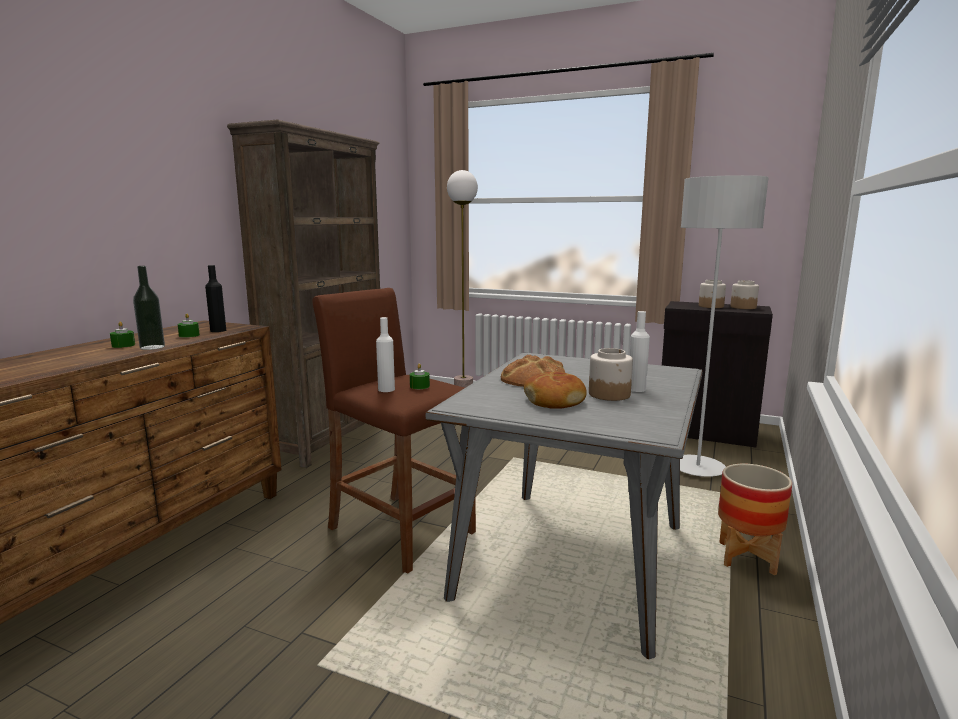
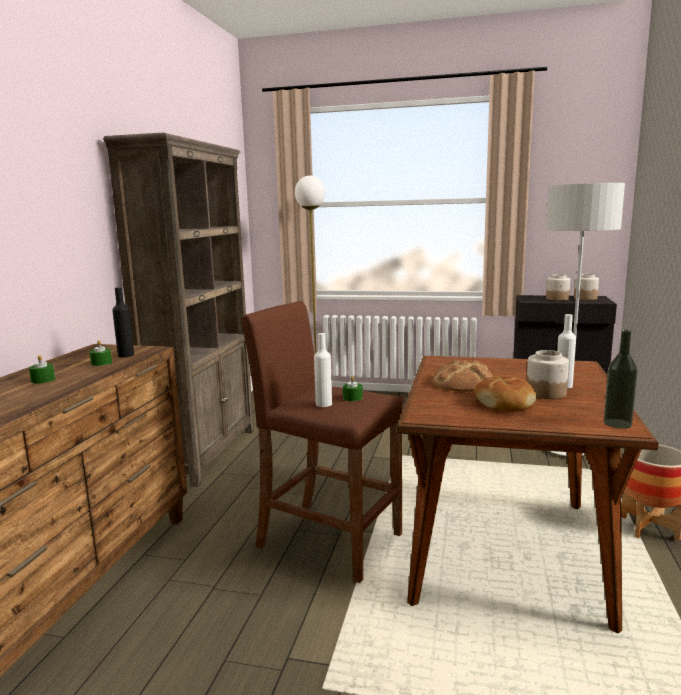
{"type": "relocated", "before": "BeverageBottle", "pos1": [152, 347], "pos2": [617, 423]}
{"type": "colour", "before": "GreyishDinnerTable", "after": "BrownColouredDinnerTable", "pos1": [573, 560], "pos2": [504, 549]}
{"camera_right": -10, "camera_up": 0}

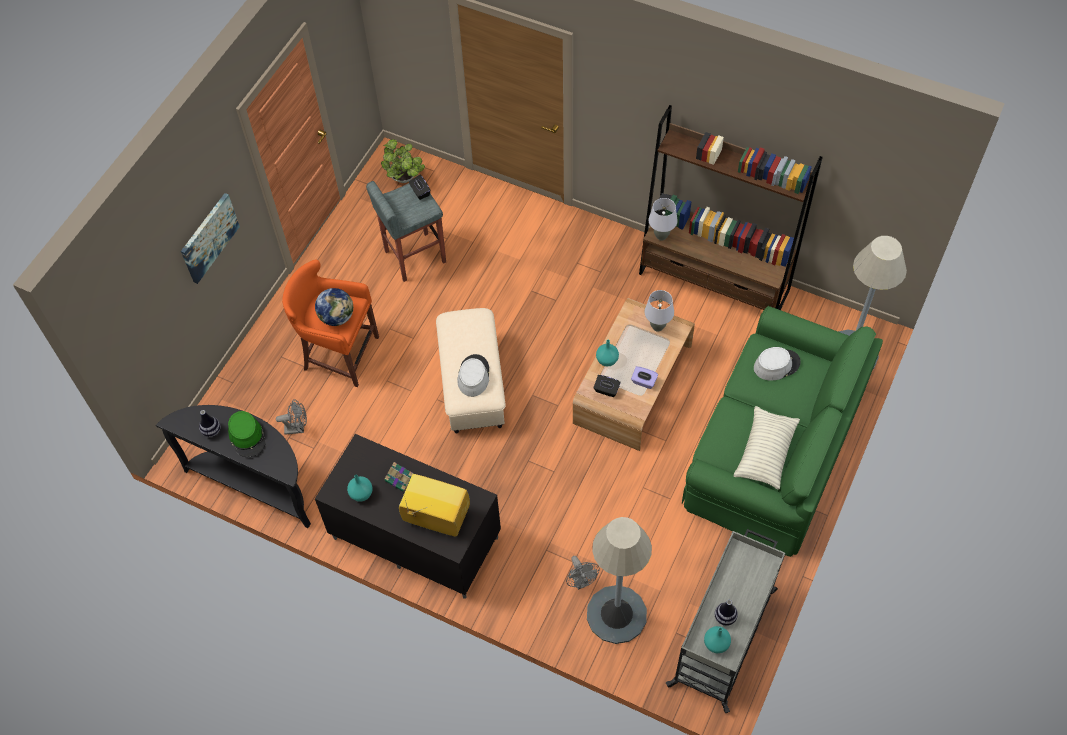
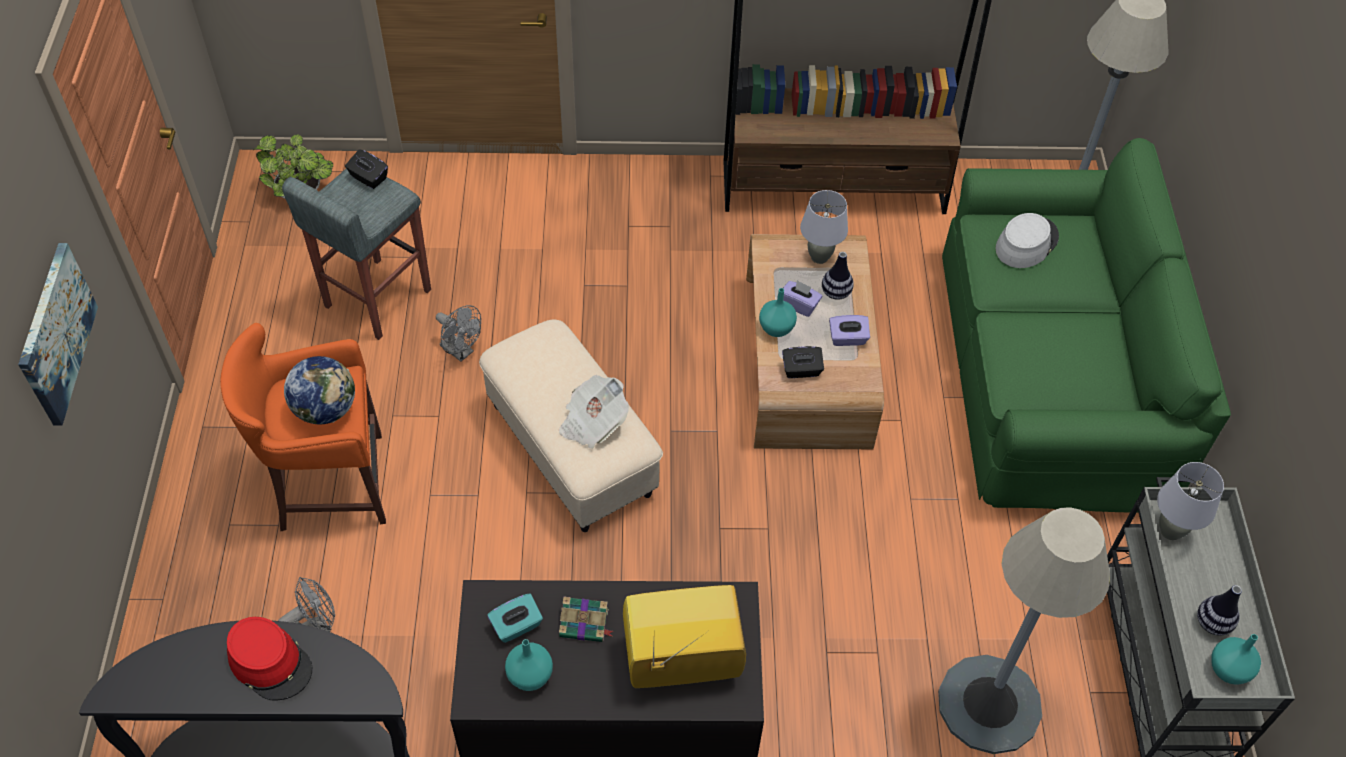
{"type": "relocated", "before": "GreyishTableLamp", "pos1": [661, 236], "pos2": [1170, 531]}
{"type": "exchanged", "before": "GreyishHat", "after": "DailyPaper", "pos1": [473, 376], "pos2": [592, 422]}
{"type": "missing", "before": "ThrowPillow", "pos1": [765, 453]}
{"type": "relocated", "before": "DecorativeVase", "pos1": [211, 431], "pos2": [835, 293]}
{"type": "colour", "before": "GreenishHat", "after": "RedHat", "pos1": [247, 437], "pos2": [270, 662]}
{"type": "relocated", "before": "GreyishFan", "pos1": [581, 582], "pos2": [461, 351]}
{"type": "appeared", "after": "PurpleColouredTissueBox", "pos2": [799, 305]}
{"type": "appeared", "after": "TurquoiseTissueBox", "pos2": [516, 626]}
{"camera_right": -30, "camera_up": -5}

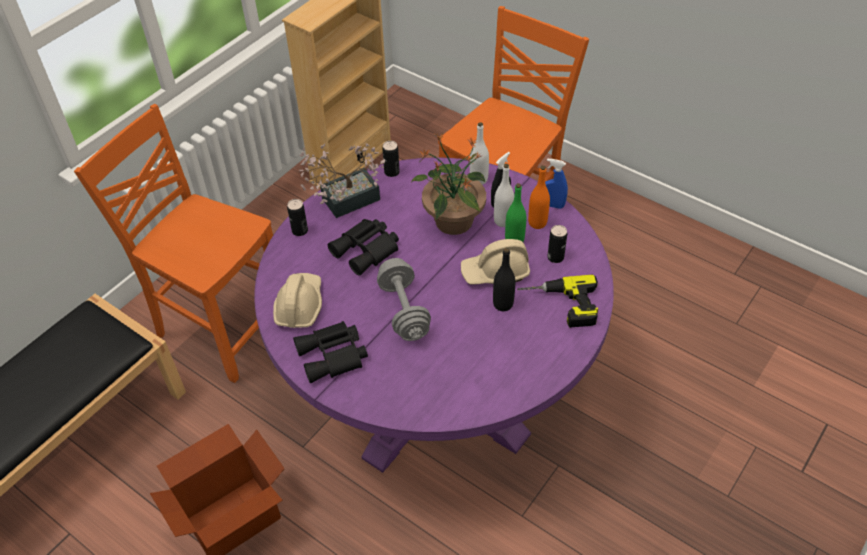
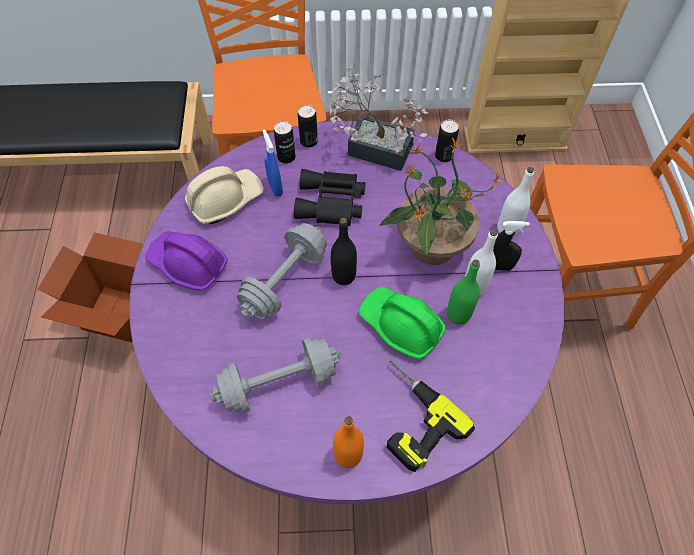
{"type": "relocated", "before": "BlueColouredSprayBottle", "pos1": [552, 205], "pos2": [275, 187]}
{"type": "relocated", "before": "OrangeyBeverageBottle", "pos1": [537, 223], "pos2": [348, 455]}
{"type": "relocated", "before": "SealedCan", "pos1": [555, 257], "pos2": [286, 157]}
{"type": "colour", "before": "SandColouredSafetyHelmet", "after": "GreenishSafetyHelmet", "pos1": [495, 272], "pos2": [400, 326]}
{"type": "relocated", "before": "BlackishBeverageBottle", "pos1": [503, 304], "pos2": [343, 276]}
{"type": "exchanged", "before": "BlackishBinoculars", "after": "PurpleColouredSafetyHelmet", "pos1": [333, 356], "pos2": [188, 264]}
{"type": "appeared", "after": "GreyishFreeWeight", "pos2": [278, 383]}
{"camera_right": 50, "camera_up": 10}

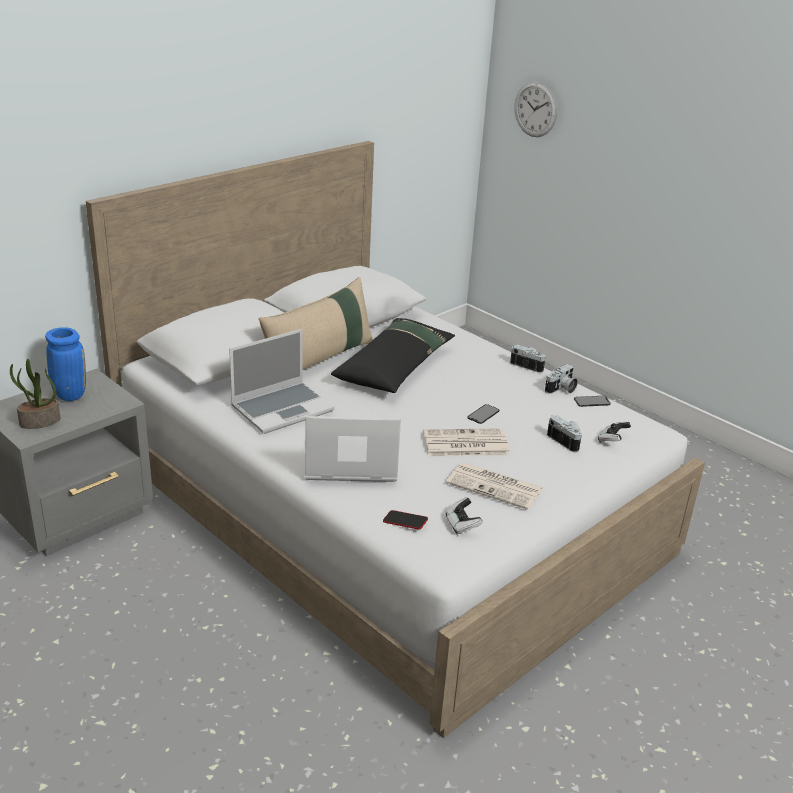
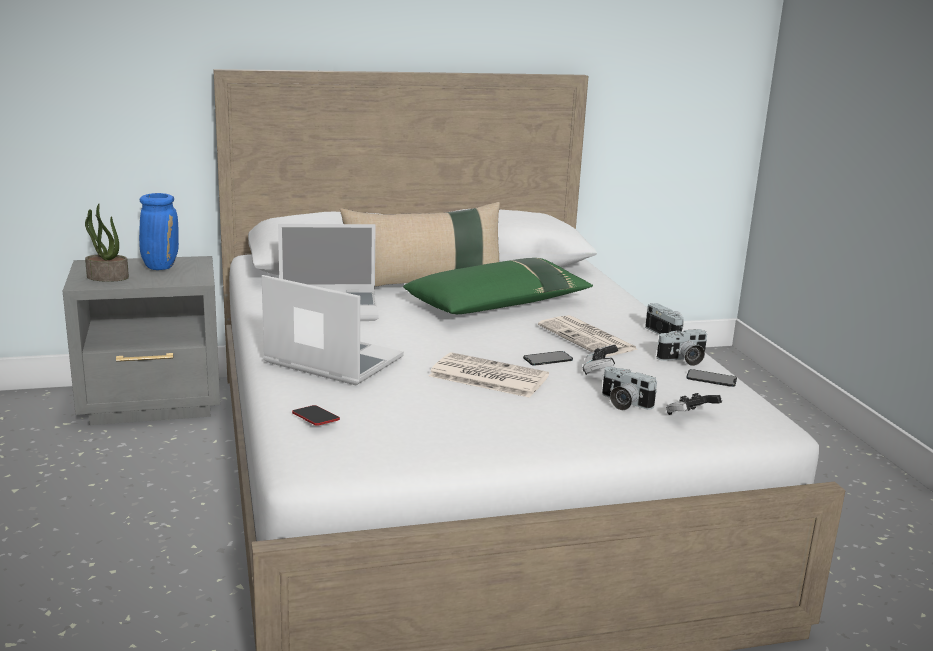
{"type": "missing", "before": "HangingClock", "pos1": [535, 109]}
{"type": "colour", "before": "BlackishThrowPillow", "after": "GreenishThrowPillow", "pos1": [395, 367], "pos2": [499, 304]}
{"type": "spun", "before": "StillCamera", "pos1": [566, 441], "pos2": [623, 403], "turn": 135}
{"type": "relocated", "before": "DailyPaper", "pos1": [496, 486], "pos2": [588, 338]}
{"type": "relocated", "before": "Gamepad", "pos1": [462, 525], "pos2": [599, 371]}
{"camera_right": 30, "camera_up": -10}

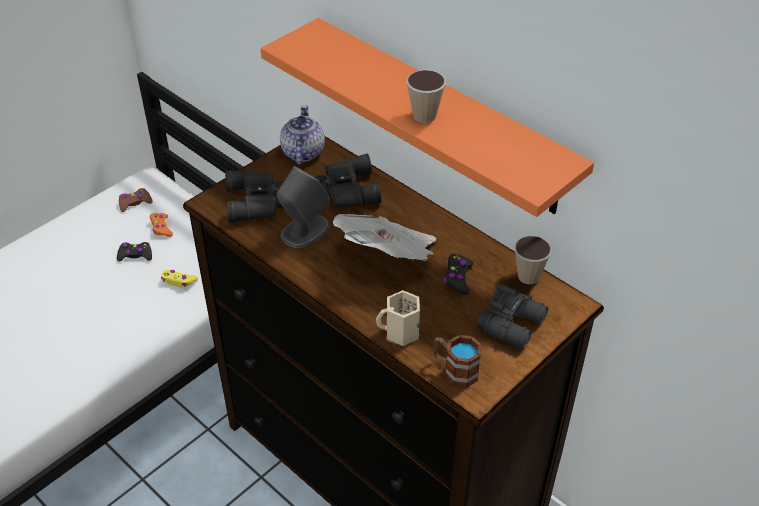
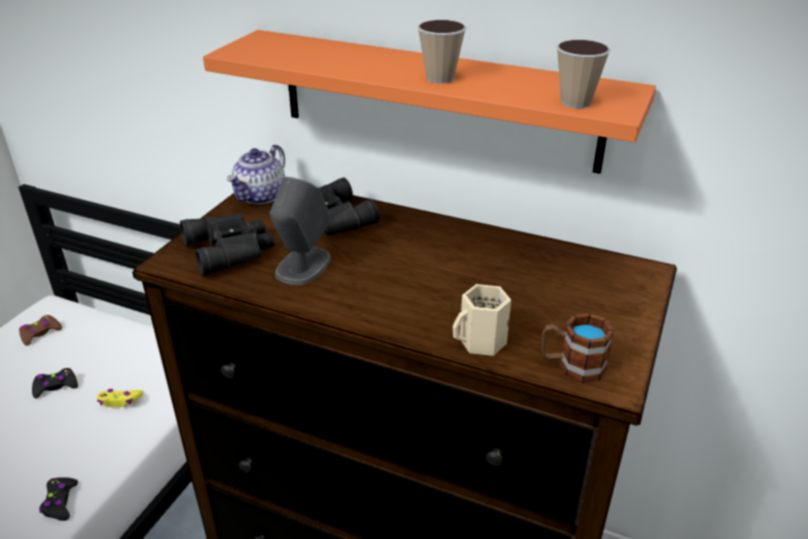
{"type": "spun", "before": "Teapot", "pos1": [302, 152], "pos2": [261, 196], "turn": -135}
{"type": "missing", "before": "OrangeyGamepad", "pos1": [161, 228]}
{"type": "missing", "before": "DailyPaper", "pos1": [388, 256]}
{"type": "relocated", "before": "SmallCup", "pos1": [528, 276], "pos2": [575, 102]}
{"type": "relocated", "before": "BlackishGamepad", "pos1": [458, 277], "pos2": [60, 502]}
{"type": "missing", "before": "BlackishBinoculars", "pos1": [513, 324]}
{"camera_right": -20, "camera_up": -10}

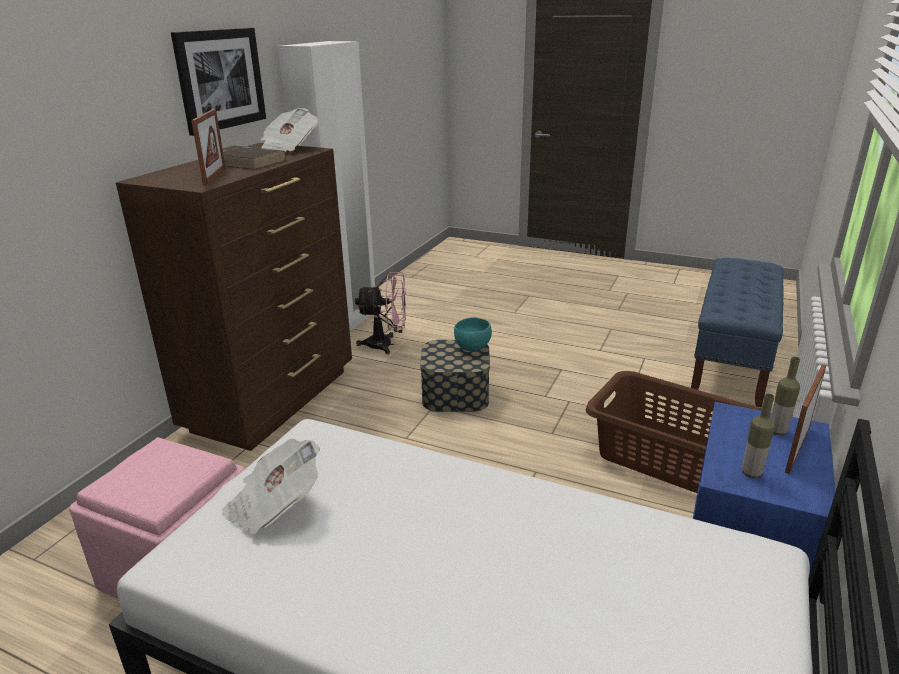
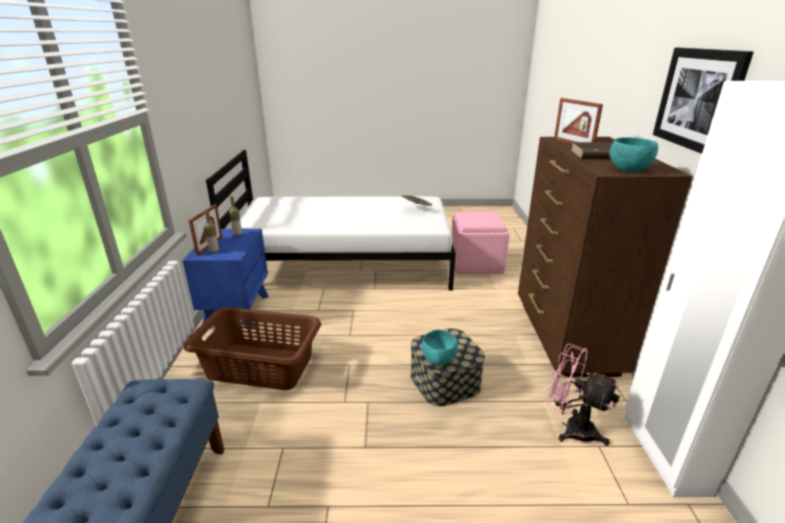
{"type": "exchanged", "before": "DailyPaper", "after": "TurquoiseServingBowl", "pos1": [288, 149], "pos2": [628, 170]}
{"type": "spun", "before": "PinkColouredFan", "pos1": [386, 345], "pos2": [571, 427], "turn": 60}
{"camera_right": 155, "camera_up": 0}

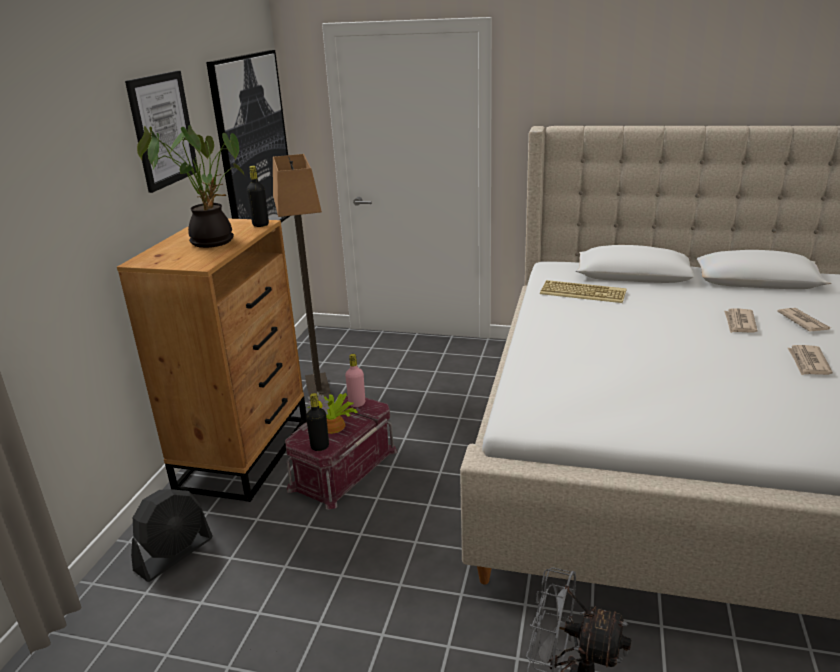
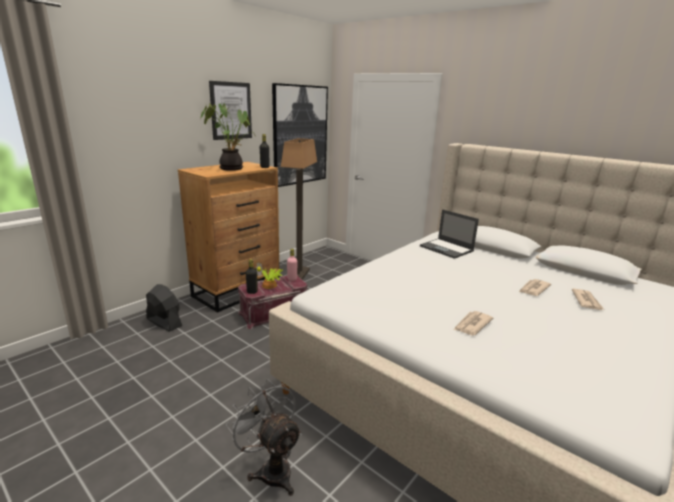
{"type": "exchanged", "before": "PcKeyboard", "after": "NotebookComputer", "pos1": [583, 292], "pos2": [447, 249]}
{"type": "relocated", "before": "DailyPaper", "pos1": [808, 362], "pos2": [472, 325]}
{"type": "spun", "before": "BlackishFan", "pos1": [174, 554], "pos2": [164, 322], "turn": -120}
{"camera_right": 25, "camera_up": -5}

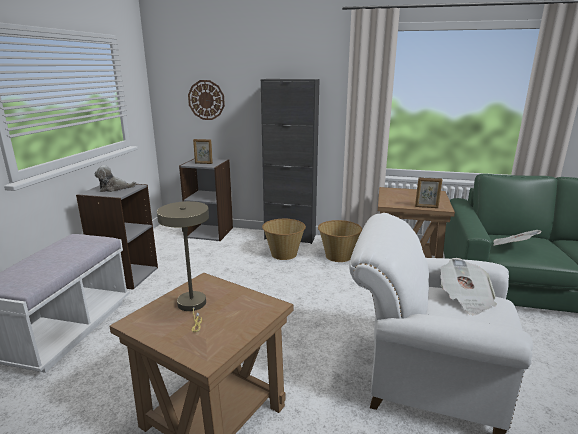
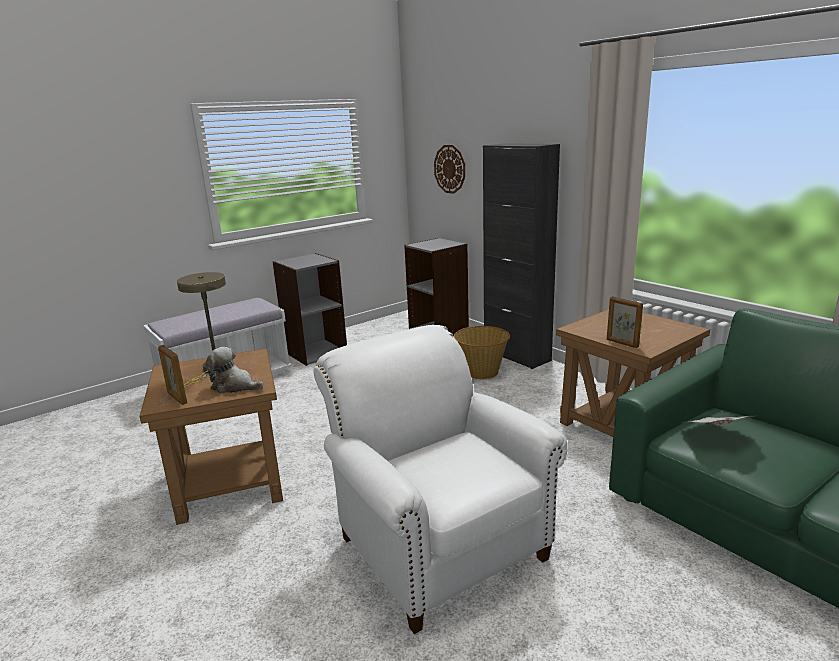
{"type": "relocated", "before": "PictureFrame", "pos1": [203, 163], "pos2": [177, 398]}
{"type": "relocated", "before": "CuddlyToy", "pos1": [114, 189], "pos2": [234, 386]}
{"type": "missing", "before": "HouseholdBasket", "pos1": [338, 256]}
{"type": "missing", "before": "DailyPaper", "pos1": [465, 299]}
{"camera_right": 40, "camera_up": 0}

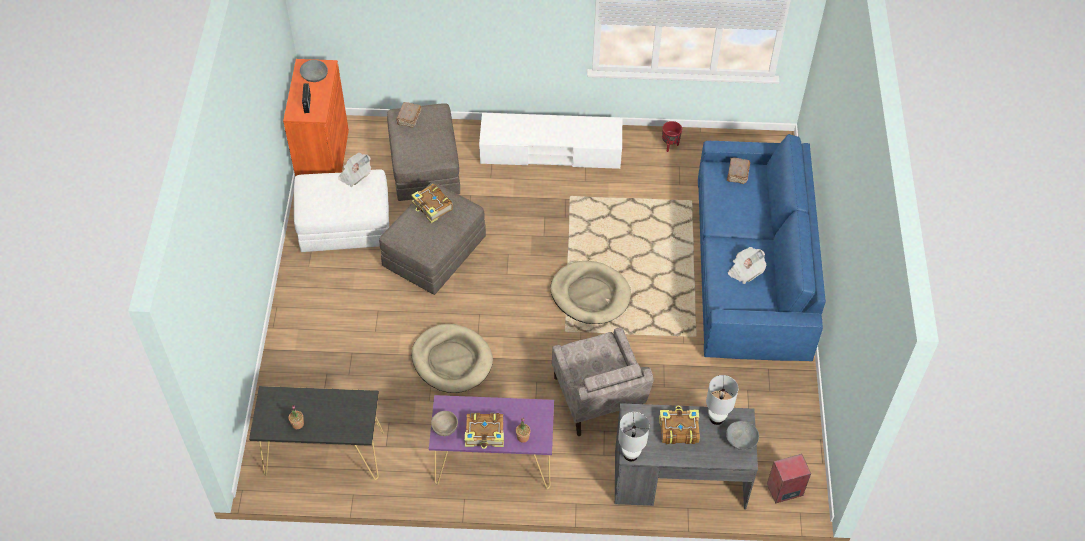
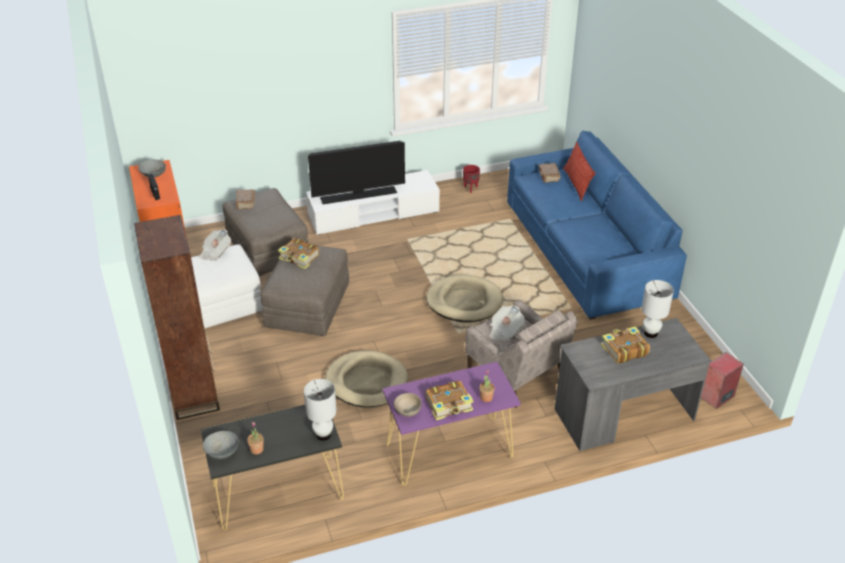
{"type": "relocated", "before": "DailyPaper", "pos1": [745, 271], "pos2": [505, 331]}
{"type": "relocated", "before": "WhitishTableLamp", "pos1": [630, 454], "pos2": [323, 434]}
{"type": "relocated", "before": "GreyishServingBowl", "pos1": [741, 441], "pos2": [222, 452]}
{"type": "appeared", "after": "Tv", "pos2": [358, 195]}
{"type": "appeared", "after": "ThrowPillow", "pos2": [576, 184]}
{"type": "appeared", "after": "BrownColouredBookshelf", "pos2": [194, 394]}
{"camera_right": -20, "camera_up": -15}

